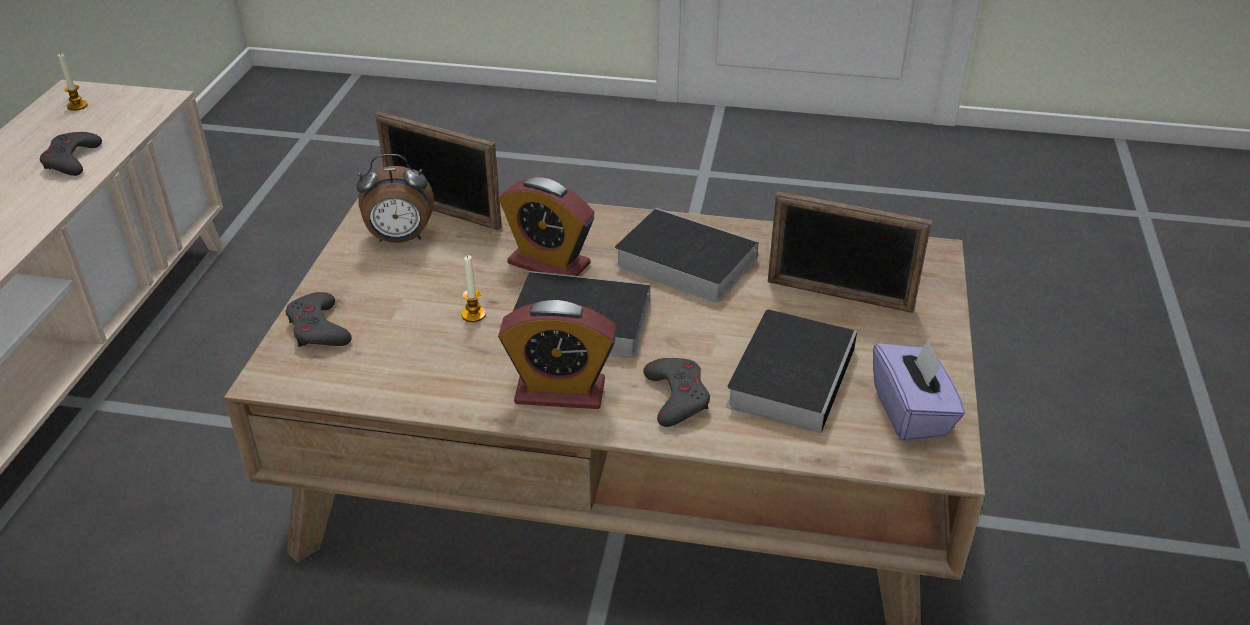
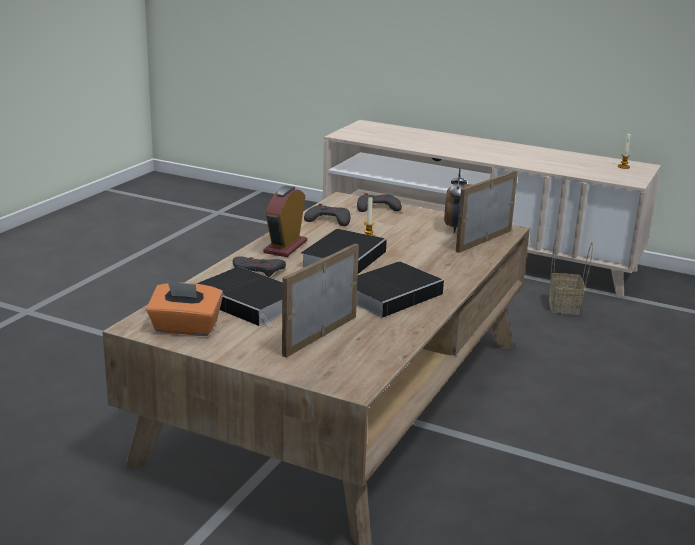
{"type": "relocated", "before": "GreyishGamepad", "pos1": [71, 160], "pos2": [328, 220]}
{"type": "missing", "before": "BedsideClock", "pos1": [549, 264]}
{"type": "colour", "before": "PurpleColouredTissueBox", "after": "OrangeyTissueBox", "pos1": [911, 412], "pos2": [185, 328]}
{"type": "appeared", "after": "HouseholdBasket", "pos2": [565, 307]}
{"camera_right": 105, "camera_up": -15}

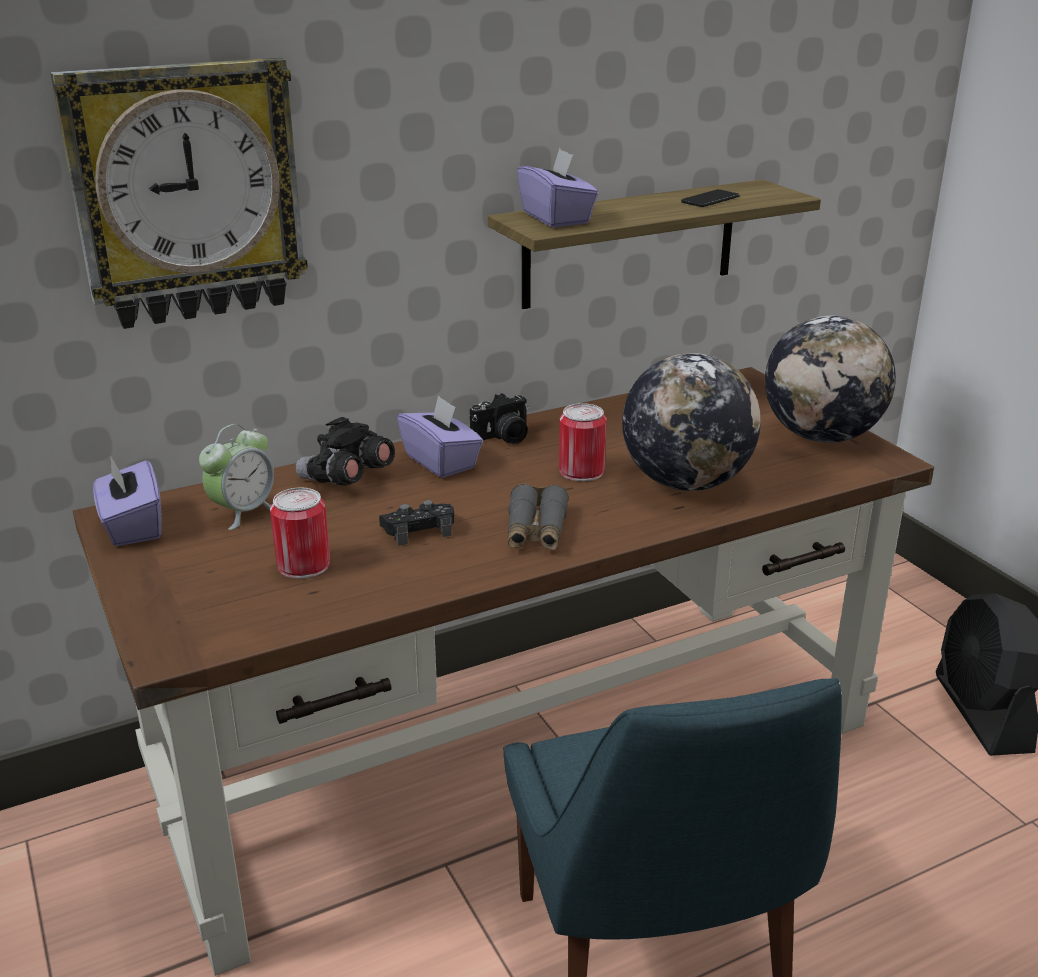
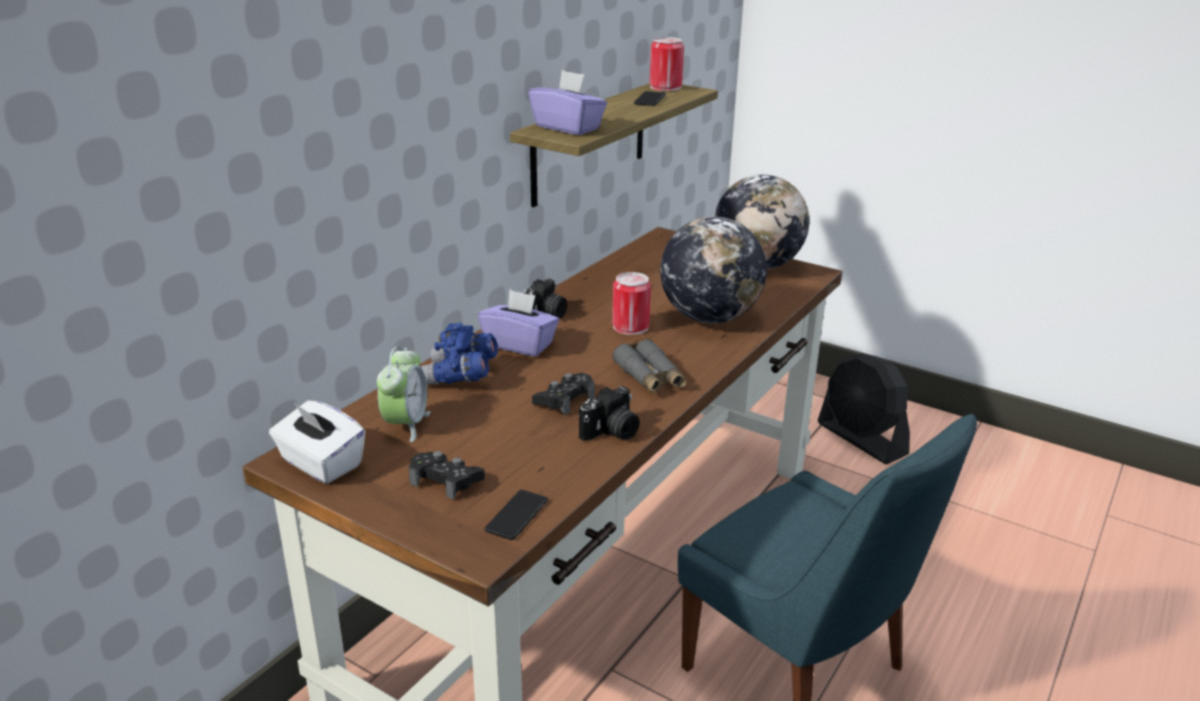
{"type": "missing", "before": "HangingClock", "pos1": [187, 193]}
{"type": "colour", "before": "BlackishBinoculars", "after": "BlueColouredBinoculars", "pos1": [346, 479], "pos2": [460, 377]}
{"type": "colour", "before": "PurpleColouredTissueBox", "after": "WhitishTissueBox", "pos1": [132, 527], "pos2": [320, 464]}
{"type": "relocated", "before": "SealedCan", "pos1": [303, 565], "pos2": [665, 87]}
{"type": "appeared", "after": "StillCamera", "pos2": [611, 432]}
{"type": "appeared", "after": "BlackishGamepad", "pos2": [446, 480]}
{"type": "appeared", "after": "Handset", "pos2": [517, 515]}
{"camera_right": -30, "camera_up": 0}

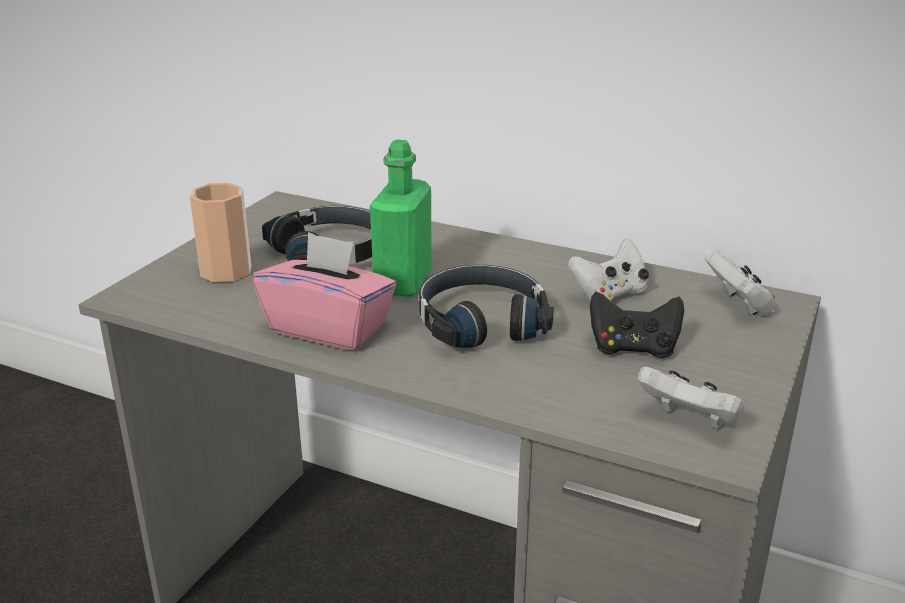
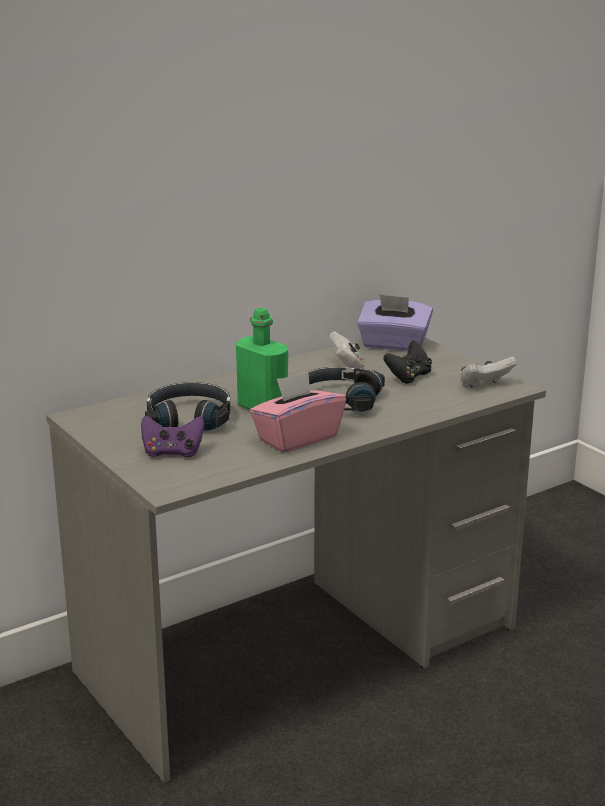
{"type": "exchanged", "before": "SmallCup", "after": "PurpleColouredGamepad", "pos1": [226, 271], "pos2": [172, 452]}
{"type": "exchanged", "before": "WhitishGamepad", "after": "PurpleColouredTissueBox", "pos1": [739, 305], "pos2": [394, 345]}
{"camera_right": -60, "camera_up": -5}

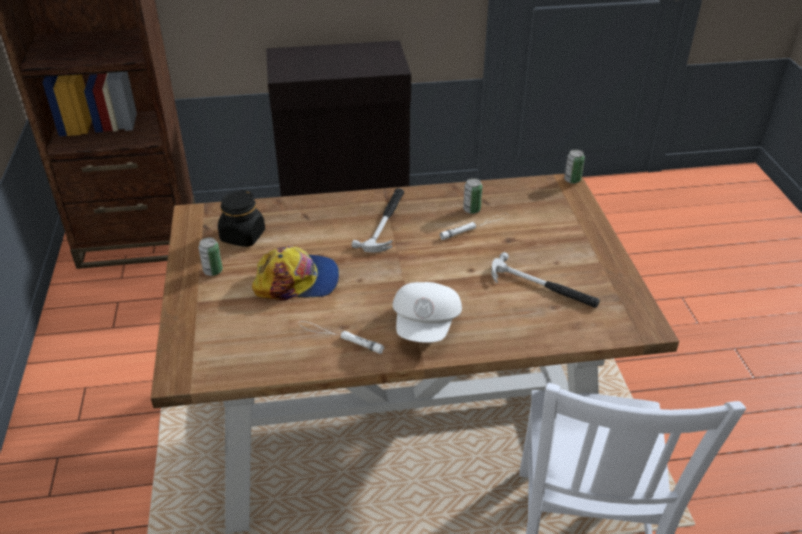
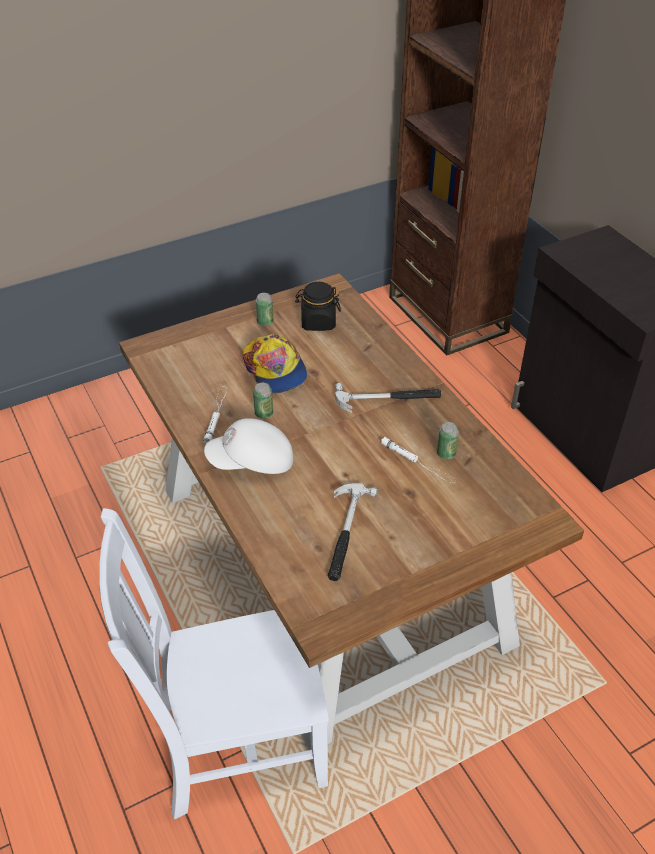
{"type": "relocated", "before": "SealedCan", "pos1": [572, 180], "pos2": [264, 413]}
{"camera_right": 70, "camera_up": 5}

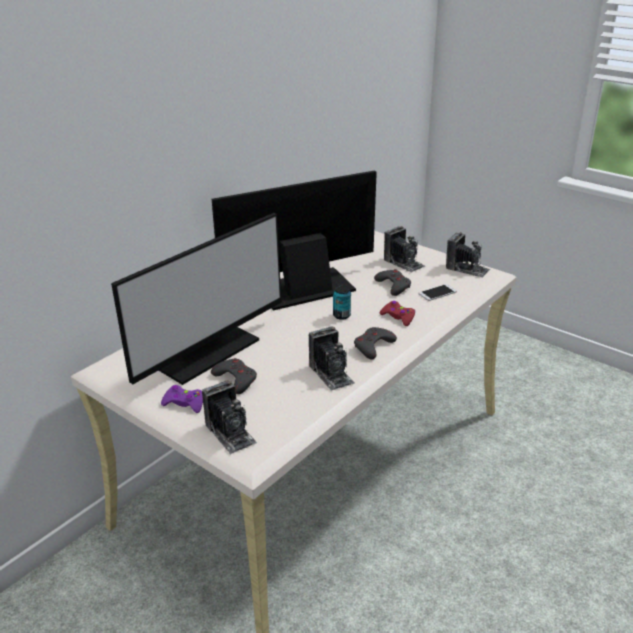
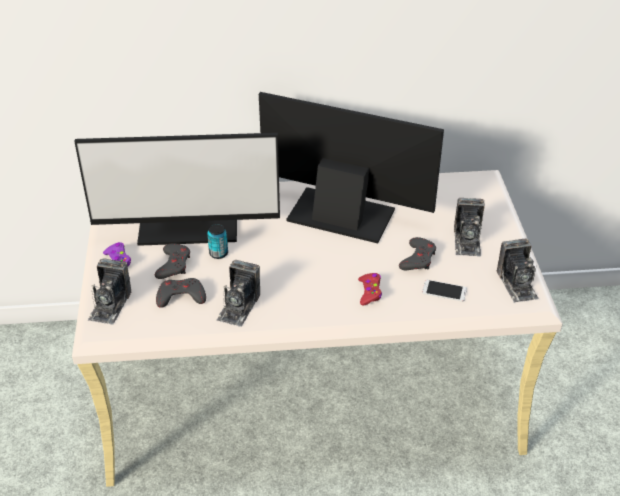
{"type": "relocated", "before": "SealedCan", "pos1": [341, 315], "pos2": [218, 253]}
{"type": "relocated", "before": "GreyishGamepad", "pos1": [373, 346], "pos2": [181, 296]}
{"camera_right": 45, "camera_up": 10}

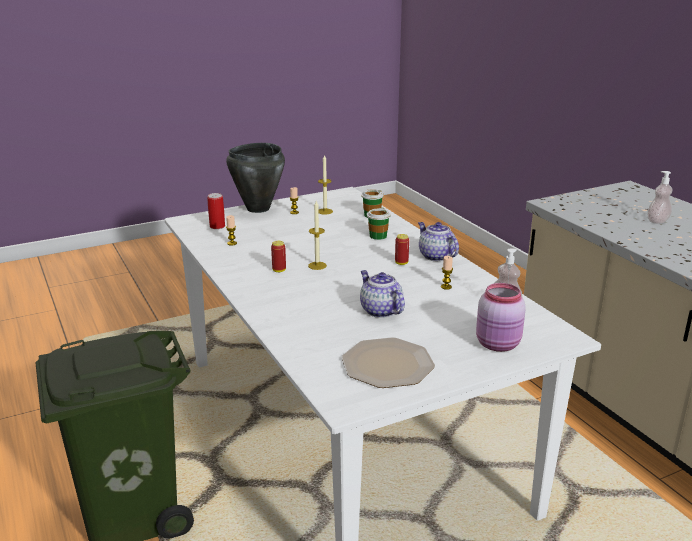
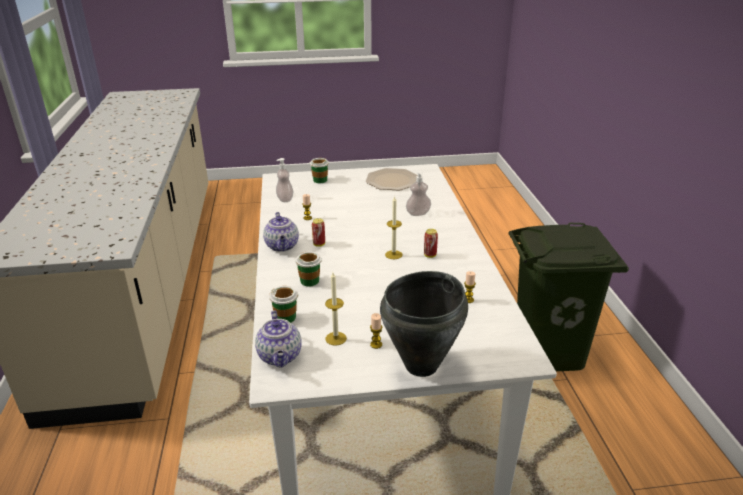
{"type": "relocated", "before": "LiquidSoapBottle", "pos1": [657, 221], "pos2": [418, 213]}
{"type": "missing", "before": "SealedCan", "pos1": [217, 226]}
{"type": "relocated", "before": "Teapot", "pos1": [380, 310], "pos2": [280, 357]}
{"type": "exchanged", "before": "PinkColouredJar", "after": "SmallCup", "pos1": [499, 345], "pos2": [320, 180]}
{"camera_right": -160, "camera_up": 5}

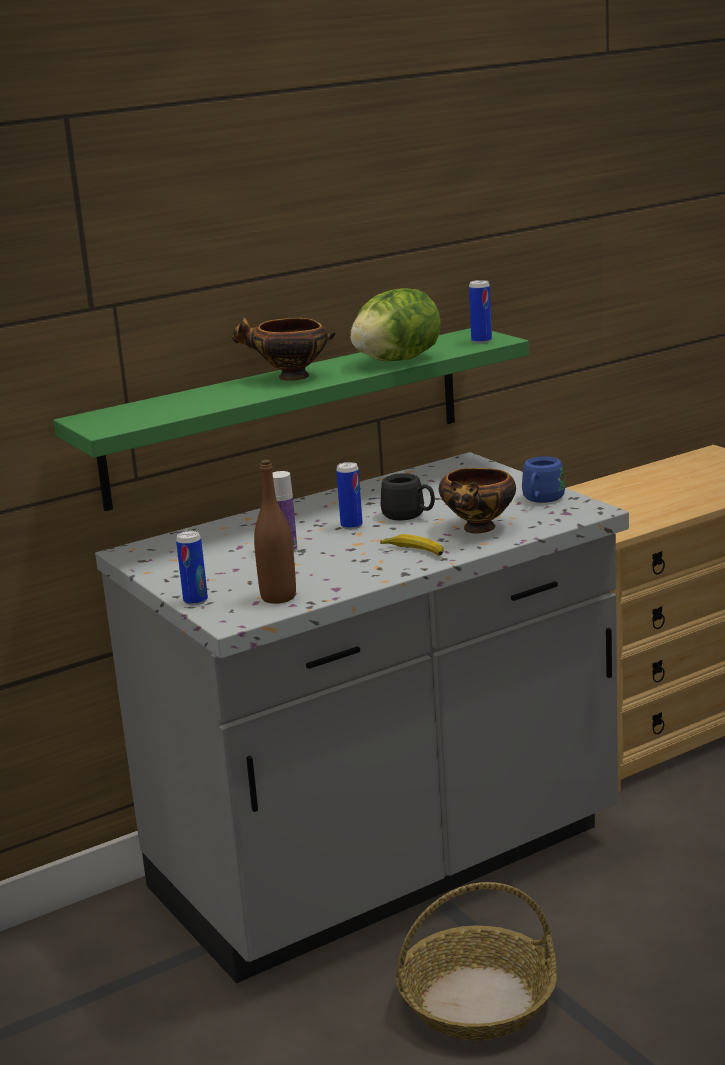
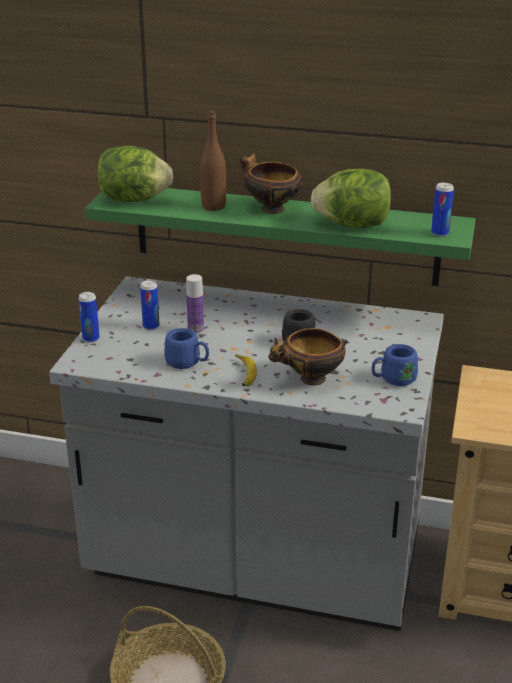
{"type": "relocated", "before": "BrownColouredBeverageBottle", "pos1": [278, 597], "pos2": [213, 206]}
{"type": "relocated", "before": "SealedCan", "pos1": [351, 526], "pos2": [151, 326]}
{"type": "appeared", "after": "LettuceHead", "pos2": [134, 200]}
{"type": "appeared", "after": "BlueColouredCoffeeMug", "pos2": [188, 363]}
{"camera_right": 45, "camera_up": 10}

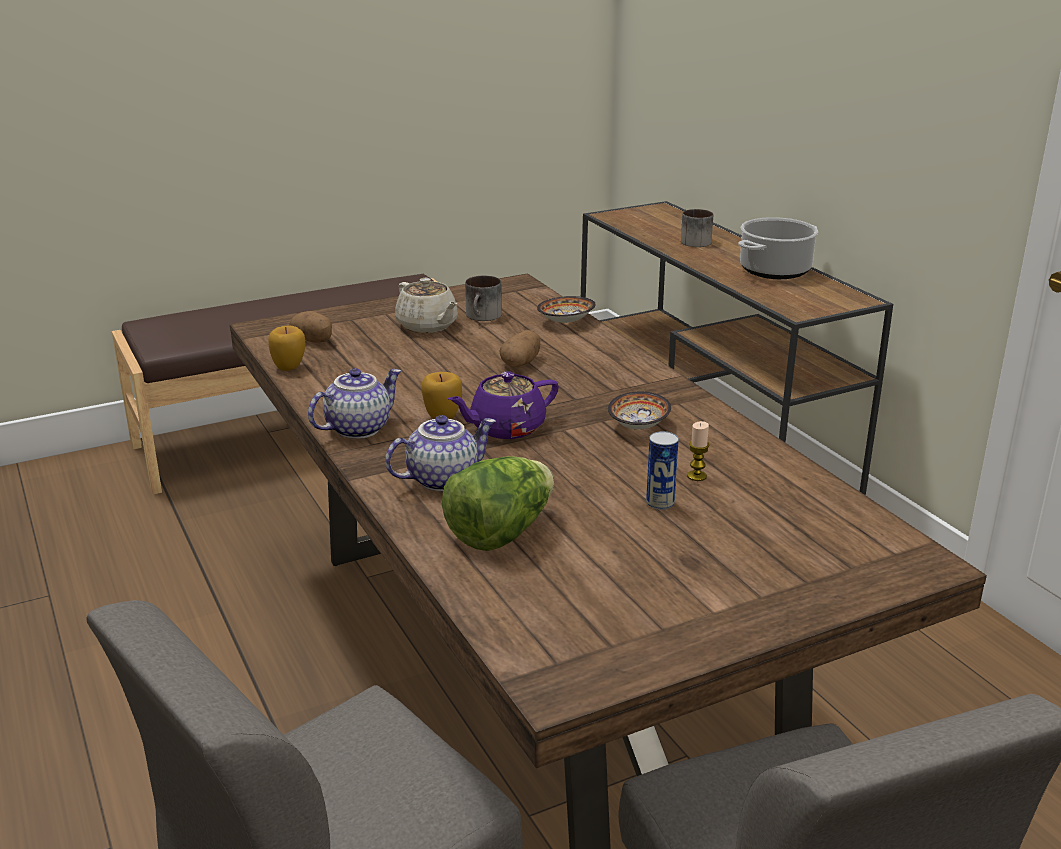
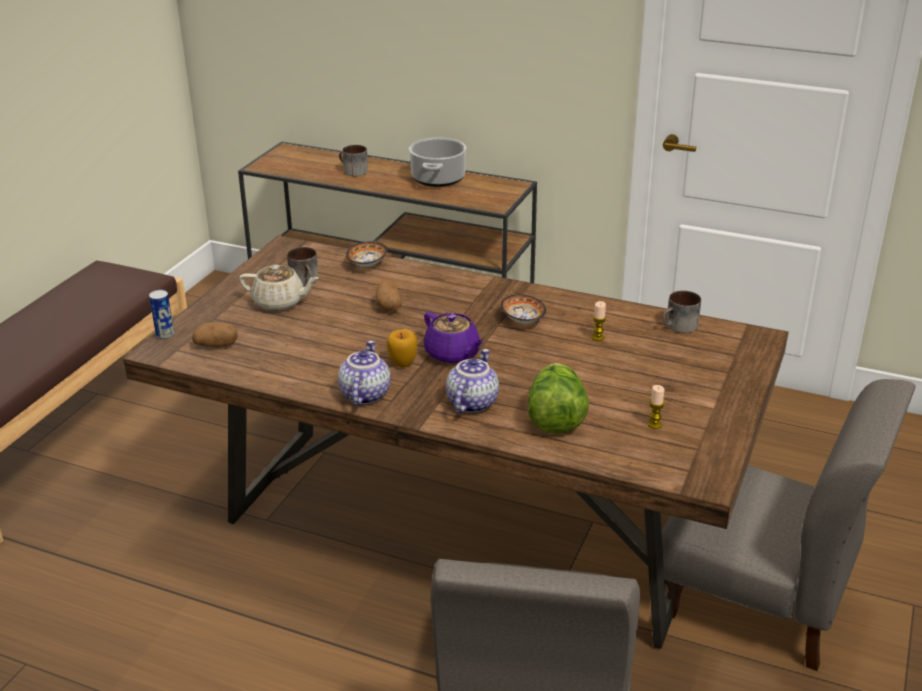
{"type": "missing", "before": "AppleFruit", "pos1": [289, 367]}
{"type": "spun", "before": "PurpleColouredTeapot", "pos1": [506, 428], "pos2": [453, 354], "turn": -60}
{"type": "relocated", "before": "SealedCan", "pos1": [660, 503], "pos2": [165, 335]}
{"type": "appeared", "after": "CoffeeMug", "pos2": [679, 327]}
{"type": "appeared", "after": "WaxLight", "pos2": [654, 424]}
{"camera_right": -40, "camera_up": 5}

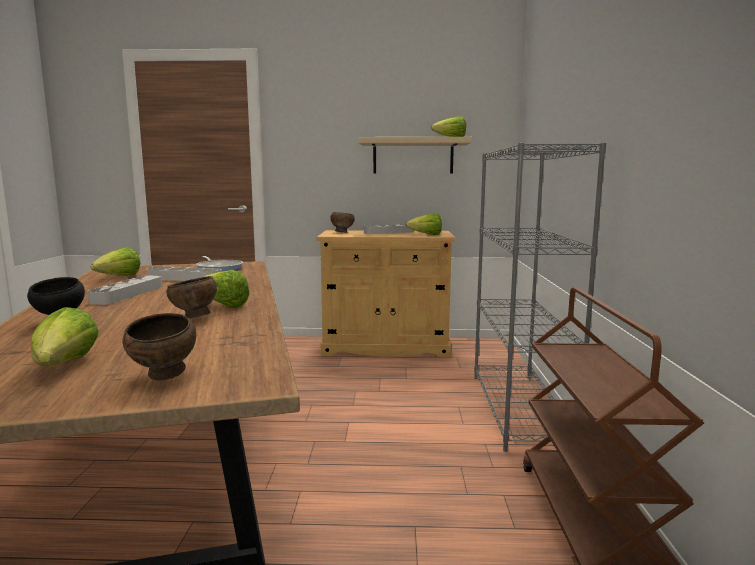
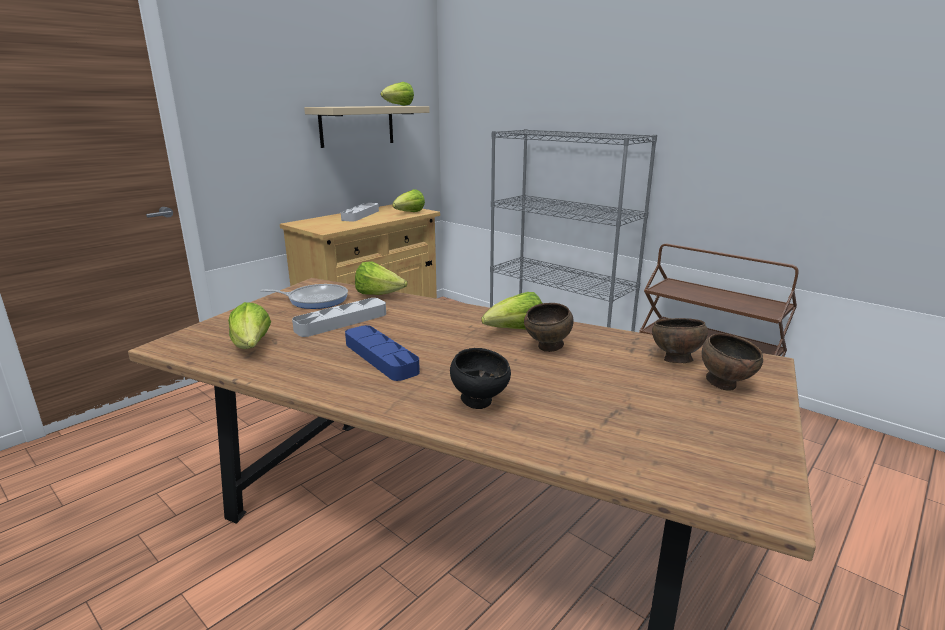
{"type": "relocated", "before": "BrownColouredServingBowl", "pos1": [342, 233], "pos2": [674, 361]}
{"type": "colour", "before": "GreyishTray", "after": "BlueColouredTray", "pos1": [127, 294], "pos2": [381, 357]}
{"type": "relocated", "before": "LettuceHead", "pos1": [65, 366], "pos2": [379, 295]}
{"camera_right": -50, "camera_up": 10}

